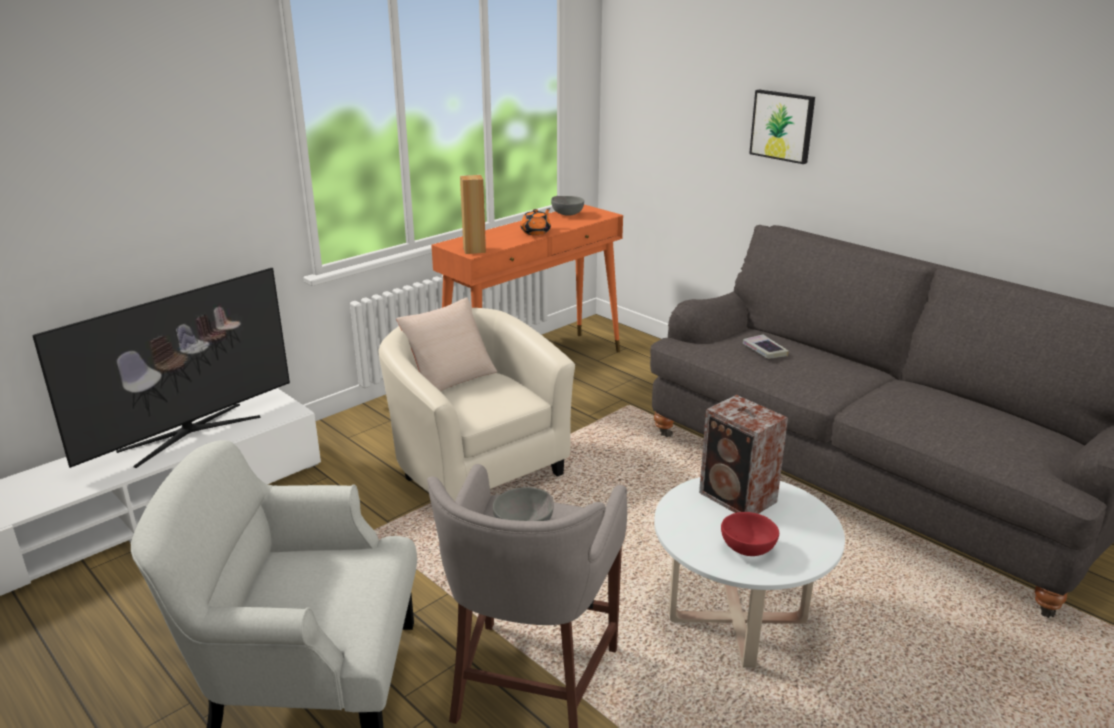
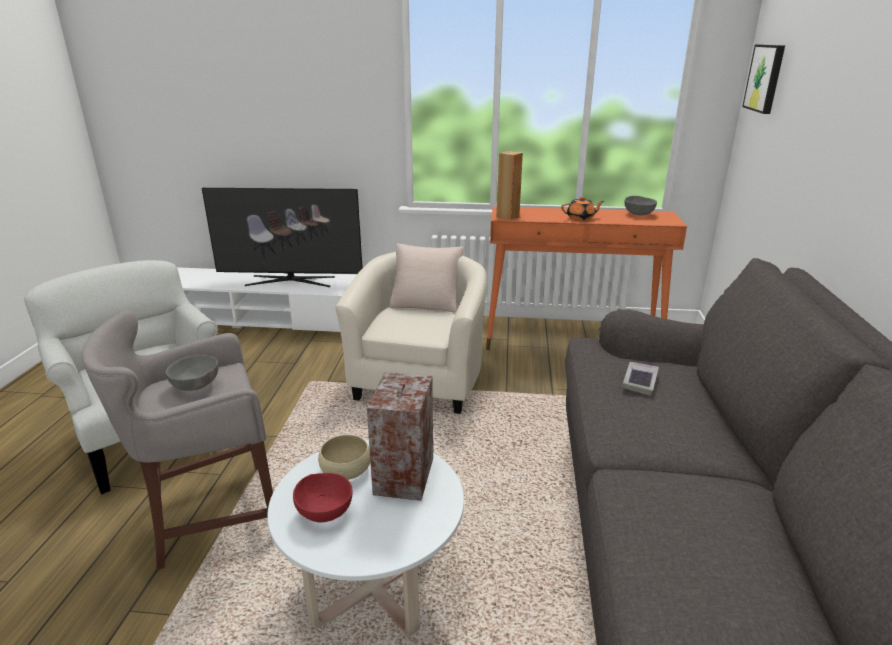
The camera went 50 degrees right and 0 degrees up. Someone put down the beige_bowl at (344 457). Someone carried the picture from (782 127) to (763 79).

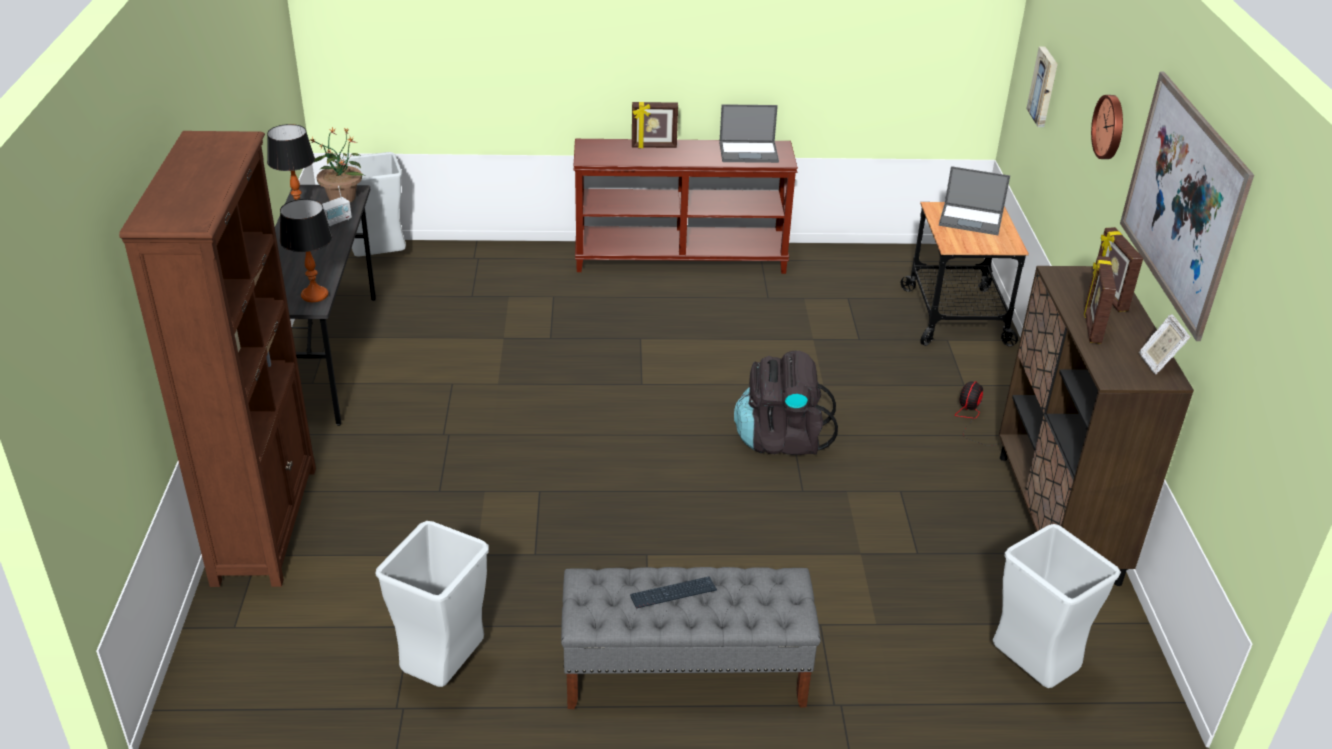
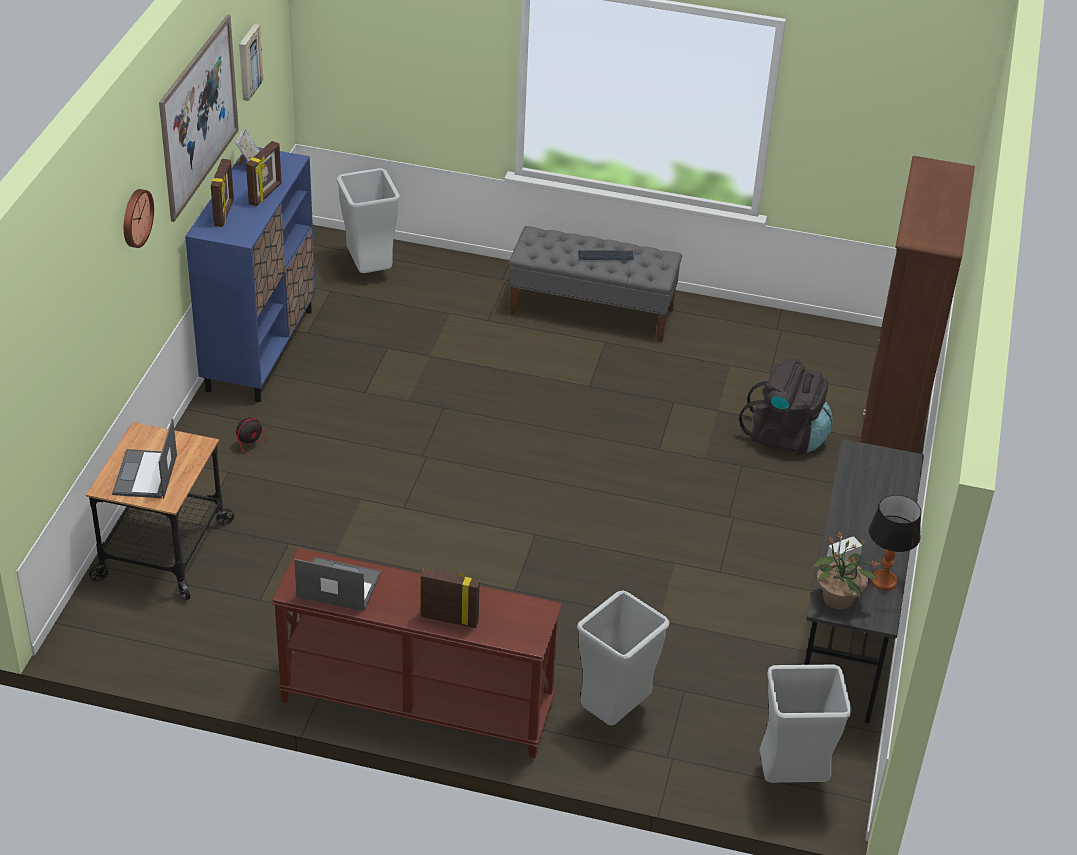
The camera went 165 degrees left and 5 degrees up. Someone rotated the laptop at (974 200) by 120 degrees counterclockwise. Someone repainted the brown_cabinet at (1096 426), which became the blue_cabinet at (250 274). Someone carried the picture from (1042 87) to (251 62). Someone carried the grey_trash_can from (432 604) to (623 658). Someone carried the black_backpack from (786 403) to (786 406). Someone took away the table_lamp at (306 250).

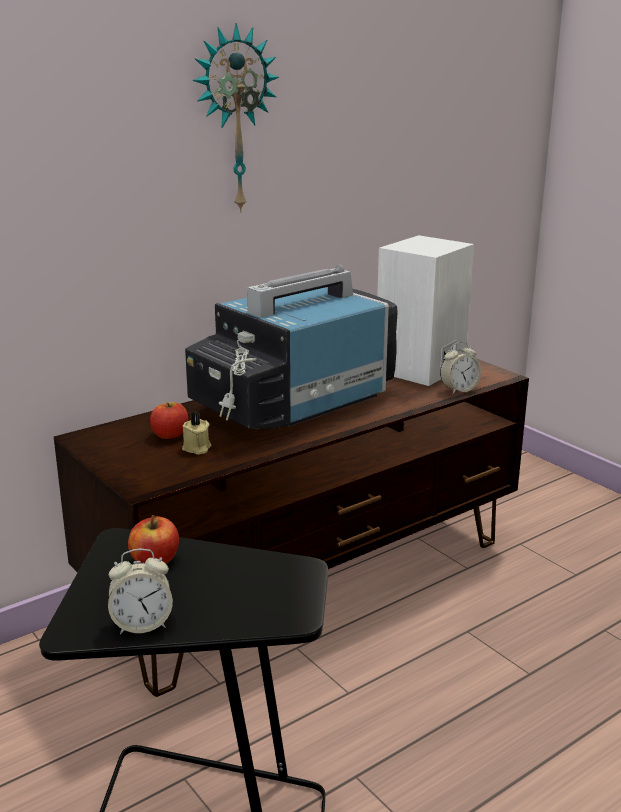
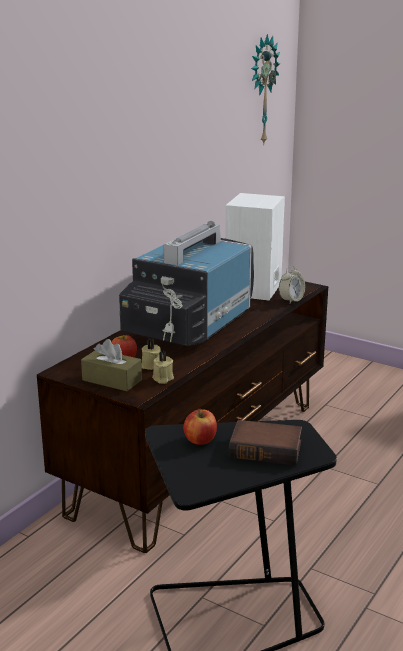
The camera went 20 degrees left and 0 degrees up. Someone put down the brown_tissue_box at (111 365). Someone put down the beige_candle at (163 367). Someone put down the book at (265 442). Someone carried the wall_clock from (236 118) to (265 88). Someone took away the alarm_clock at (140 591).

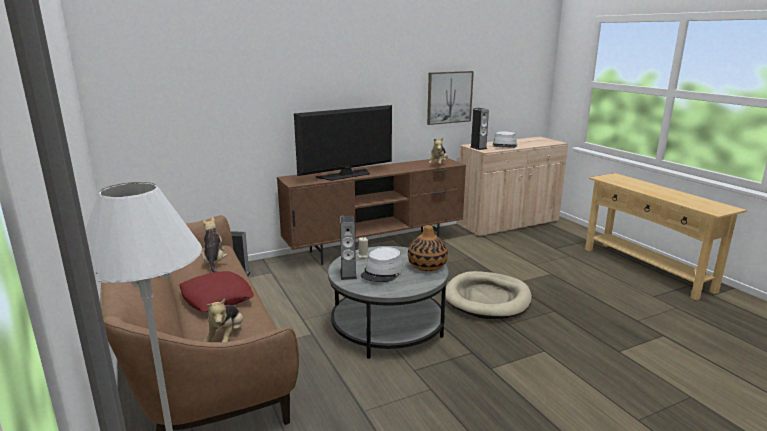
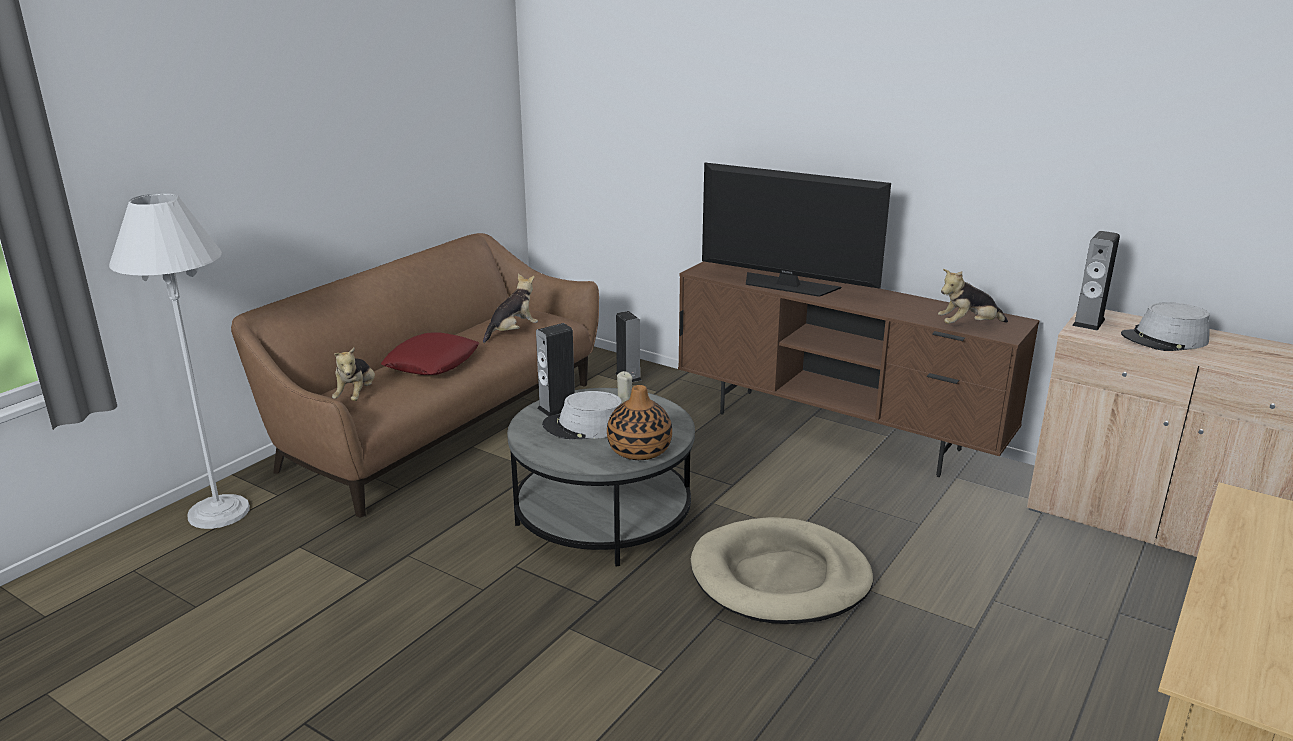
The camera went 60 degrees right and 5 degrees up. Someone rotated the plush_toy at (223 320) by 60 degrees counterclockwise. Someone took away the picture at (450 98).

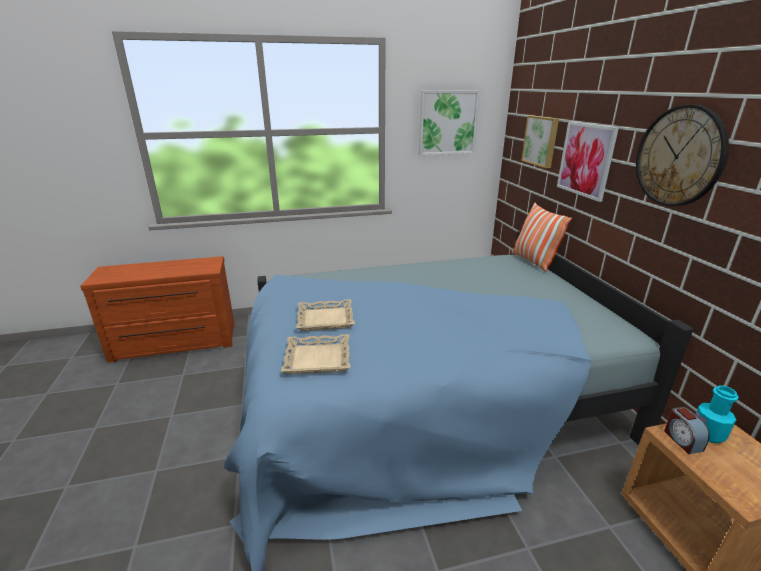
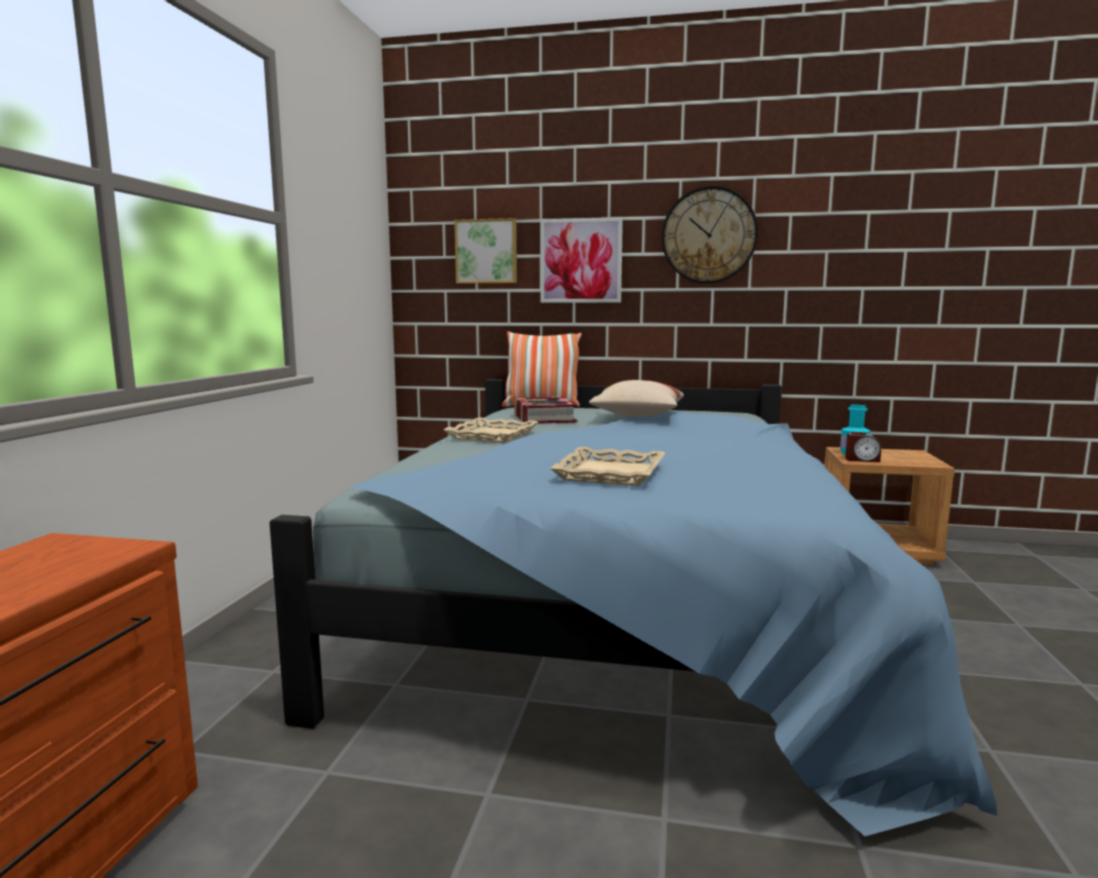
The camera went 65 degrees left and 15 degrees down. Someone carried the beige_tray from (315 354) to (491 430). Someone put down the book at (545 410). Someone put down the beige_pillow at (636 398). Someone took away the picture at (449 122).

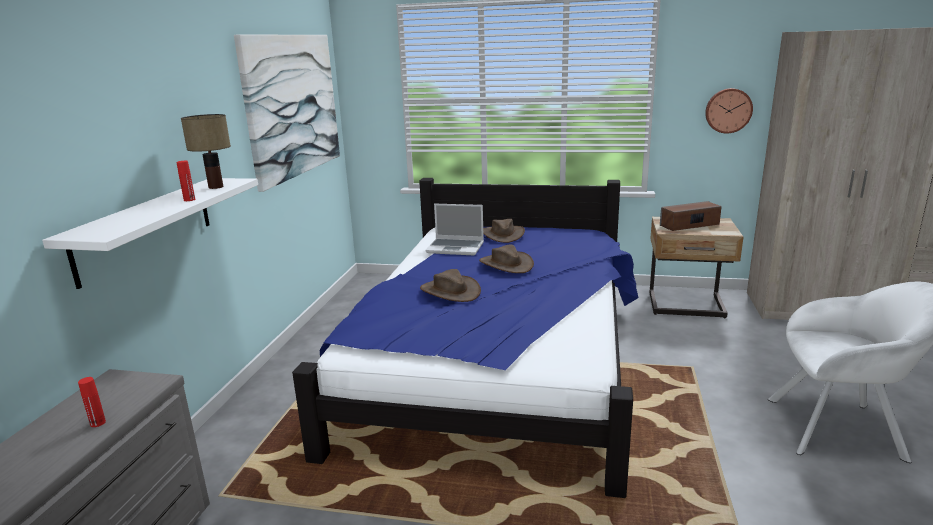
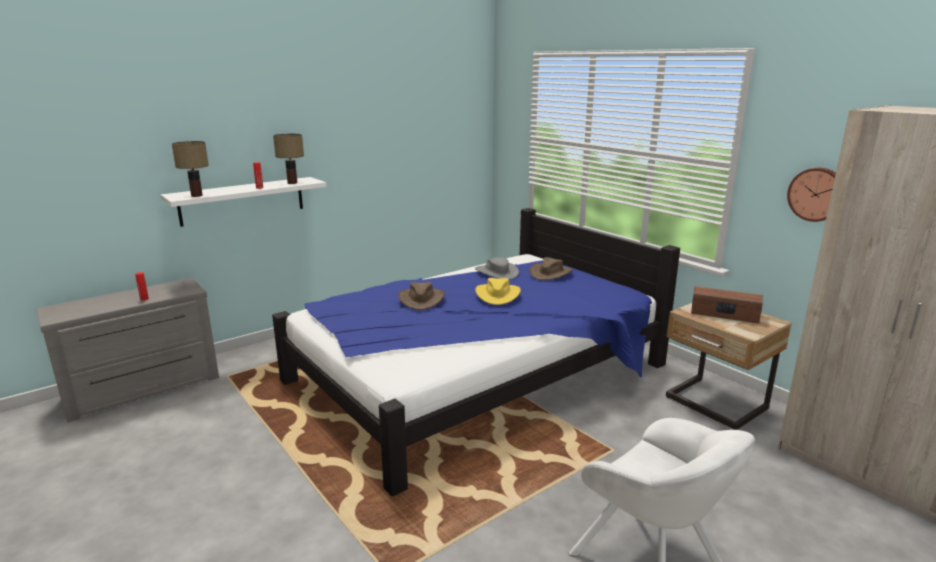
The camera went 40 degrees right and 0 degrees up. Someone put down the table_lamp at (190 169). Someone swapped the laptop at (455 230) for the grey_hat at (497 268). Someone repainted the brown_hat at (506 259), which became the yellow_hat at (498 291). Someone took away the picture at (287 113).

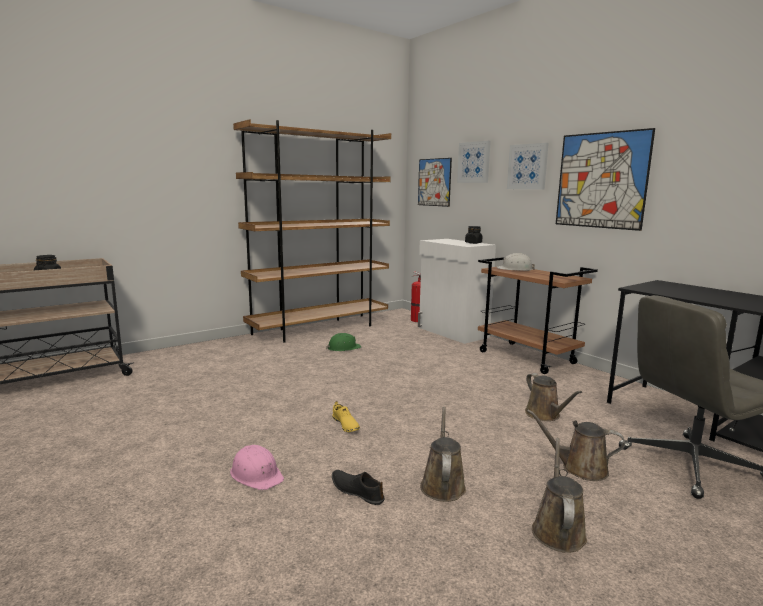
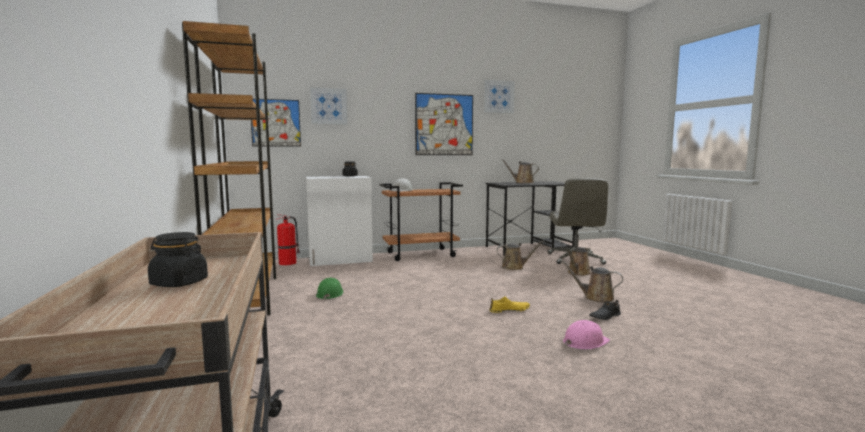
The camera went 70 degrees left and 5 degrees down. Someone carried the picture from (528 166) to (499 96). Someone carried the brown_watering_can from (559 495) to (520 171).

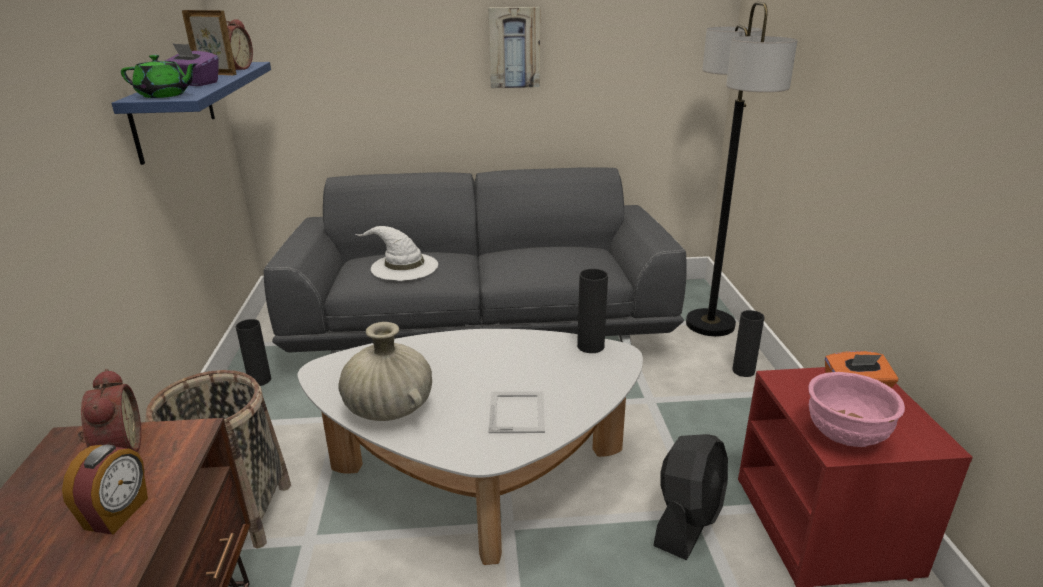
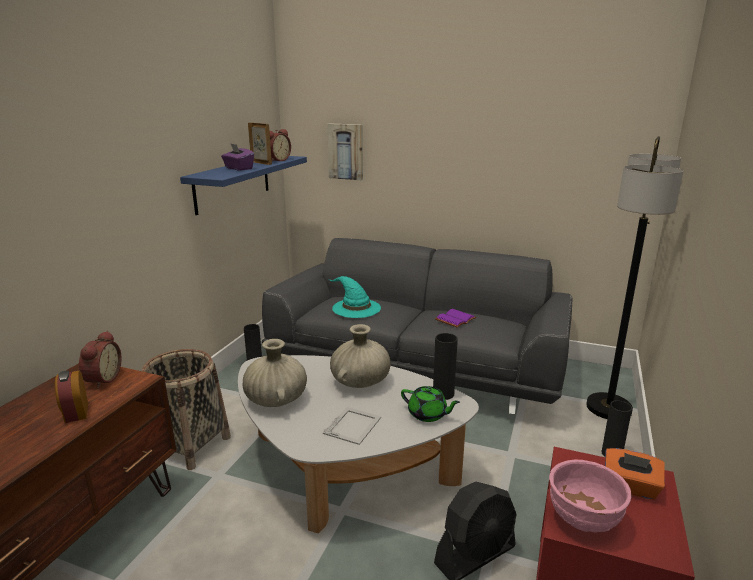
The camera went 25 degrees right and 5 degrees down. Someone rotated the alarm_clock at (105 489) by 120 degrees clockwise. Someone carried the picture from (514 47) to (345 151). Someone repainted the white_hat at (396 253), which became the turquoise_hat at (355 297). Someone put down the beige_vase at (360 356). Someone carried the green_teapot from (159 76) to (430 404). Someone put down the purple_book at (455 318).

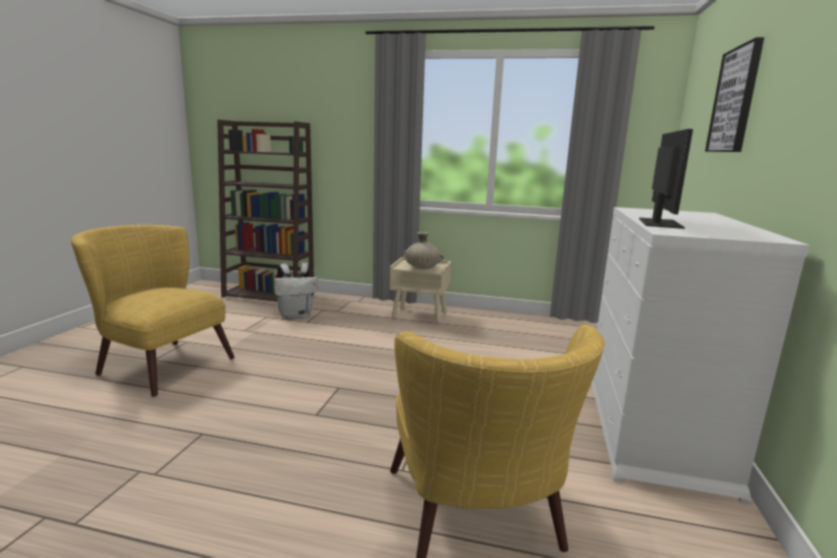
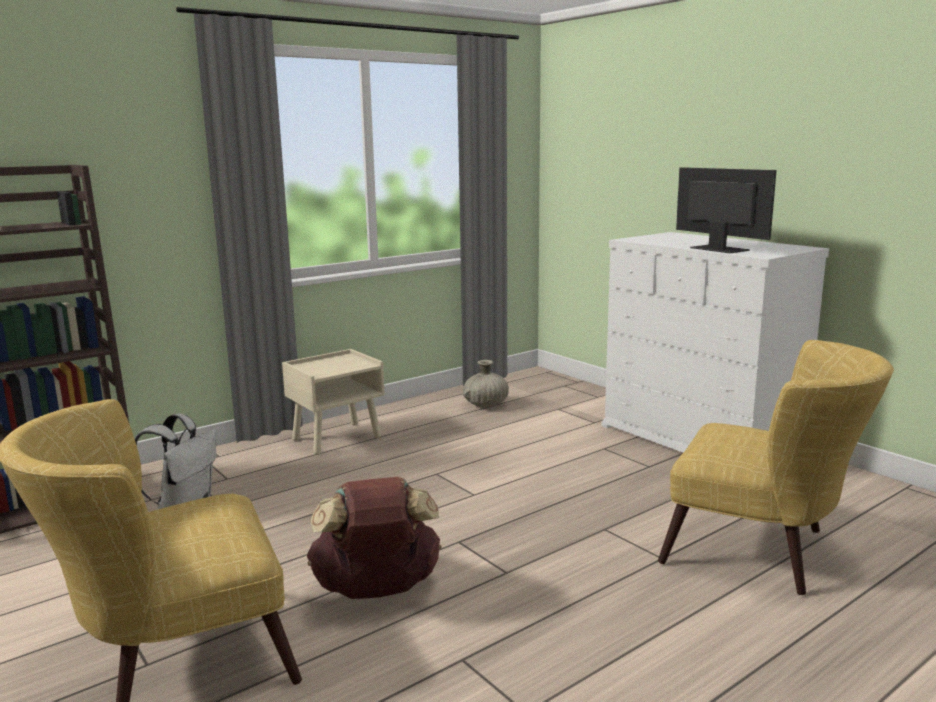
The camera went 50 degrees left and 0 degrees up. Someone put down the brown_backpack at (374 538). Someone carried the beige_vase from (423 250) to (486 384). Someone took away the picture at (734 94).

